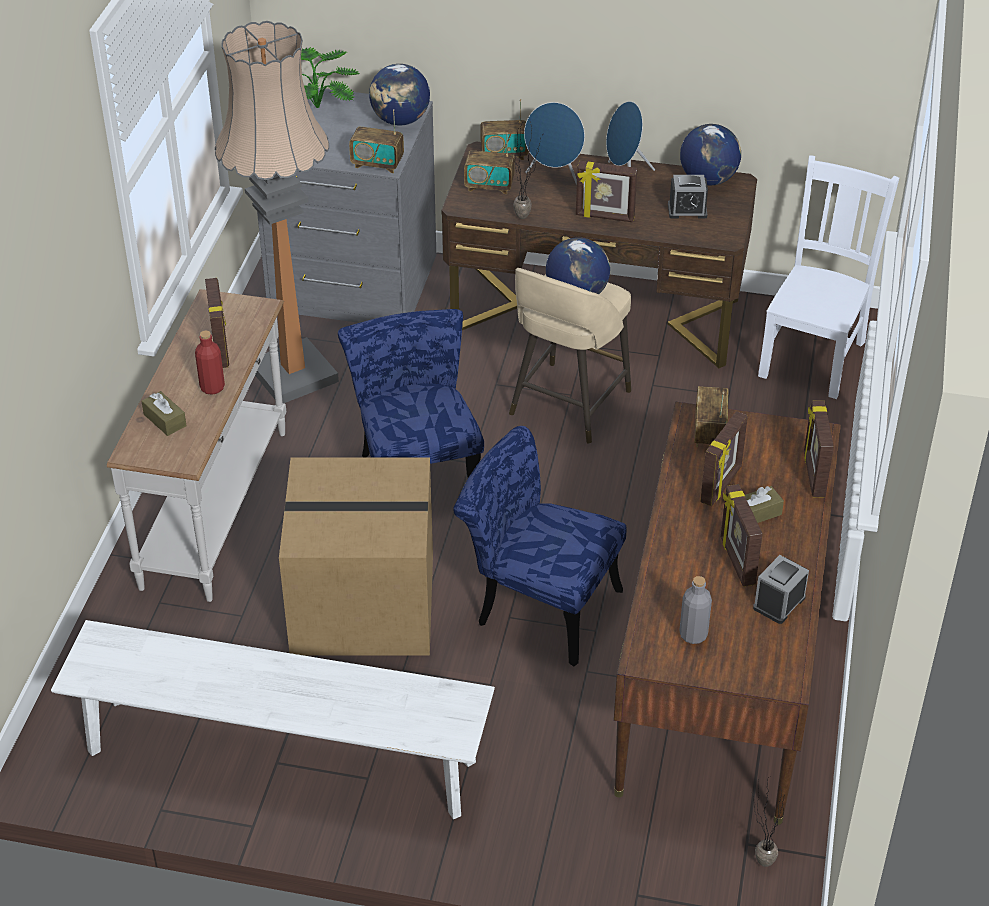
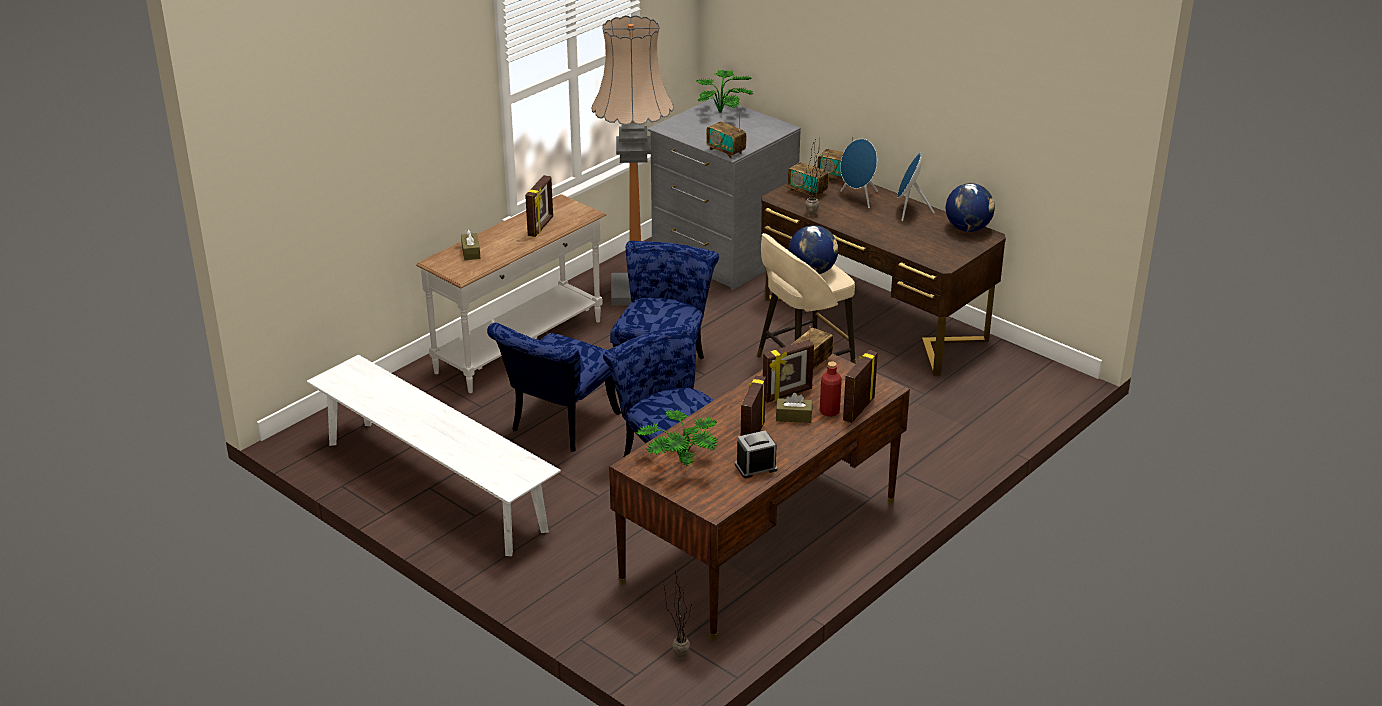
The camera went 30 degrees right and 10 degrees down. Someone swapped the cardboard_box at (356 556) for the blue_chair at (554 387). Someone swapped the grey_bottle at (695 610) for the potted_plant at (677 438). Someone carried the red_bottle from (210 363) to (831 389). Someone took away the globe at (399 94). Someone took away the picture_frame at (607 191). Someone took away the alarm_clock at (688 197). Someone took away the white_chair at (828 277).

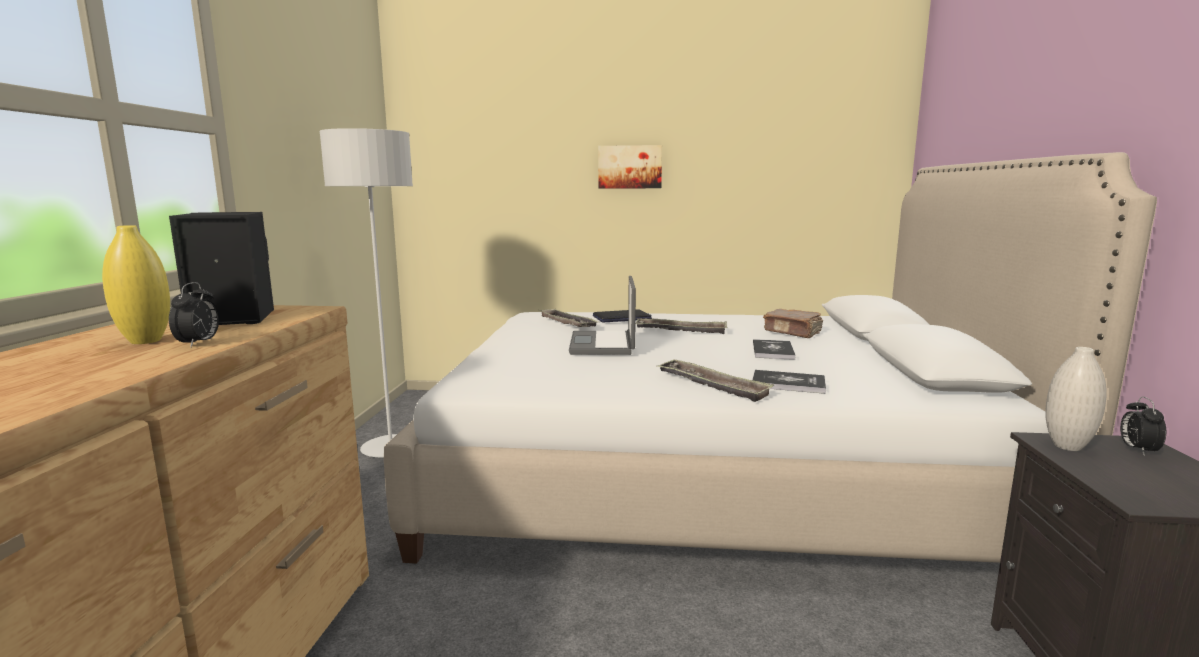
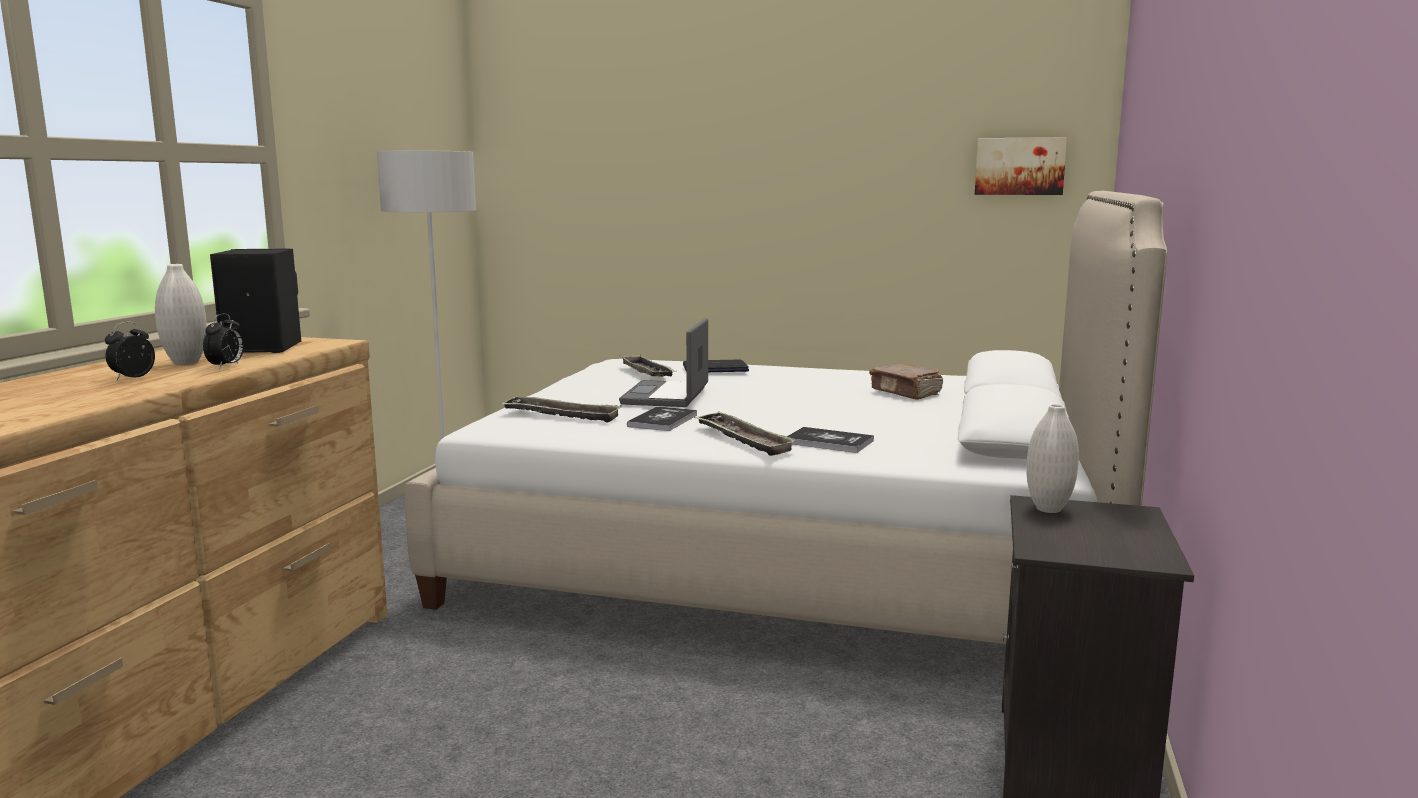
The camera went 10 degrees right and 0 degrees up. Someone carried the alarm_clock from (1143 426) to (130 351). Someone repainted the yellow_vase at (136 284), which became the white_vase at (181 314). Someone carried the tray from (681 326) to (562 409). Someone carried the book from (774 349) to (662 418). Someone carried the picture from (630 167) to (1021 166).

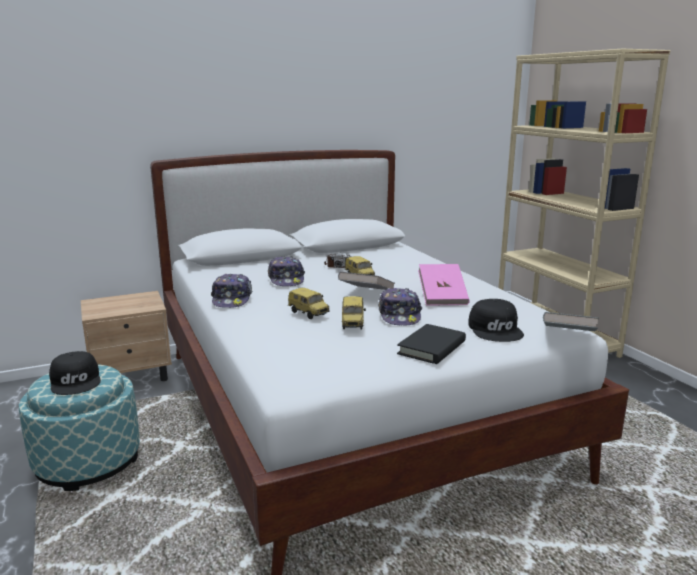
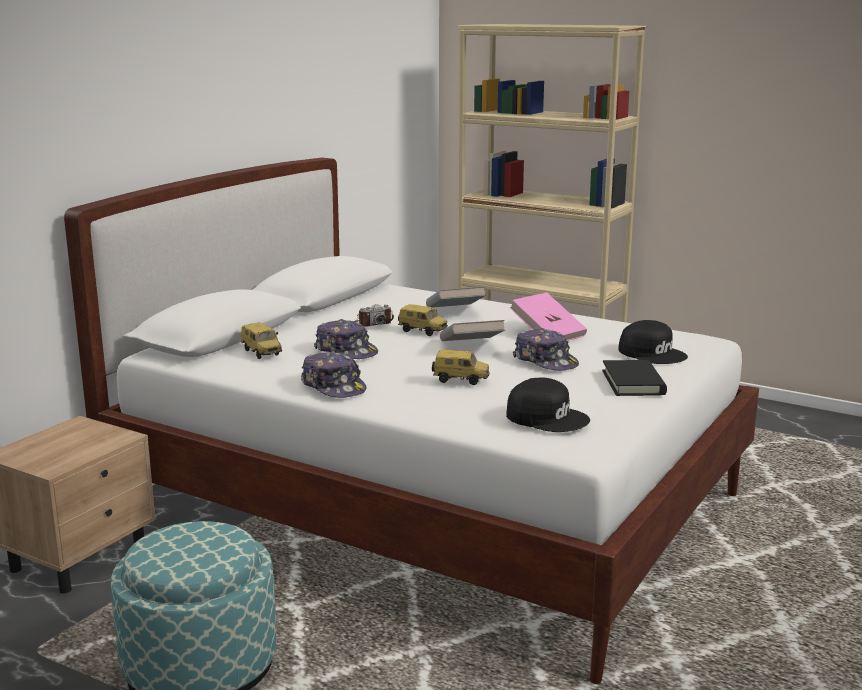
The camera went 35 degrees left and 0 degrees up. Someone carried the toy_car from (354 313) to (261 341). Someone carried the grey_book from (571 321) to (456 297). Someone carried the black_cap from (75 373) to (548 404).

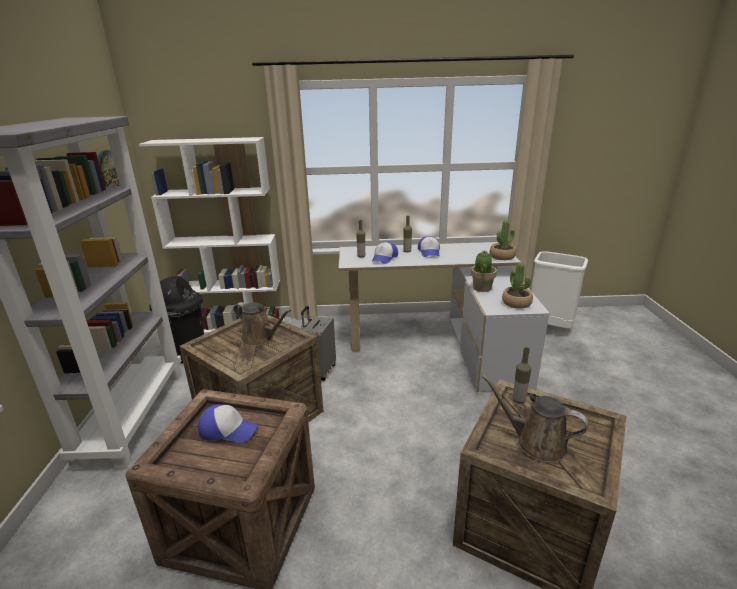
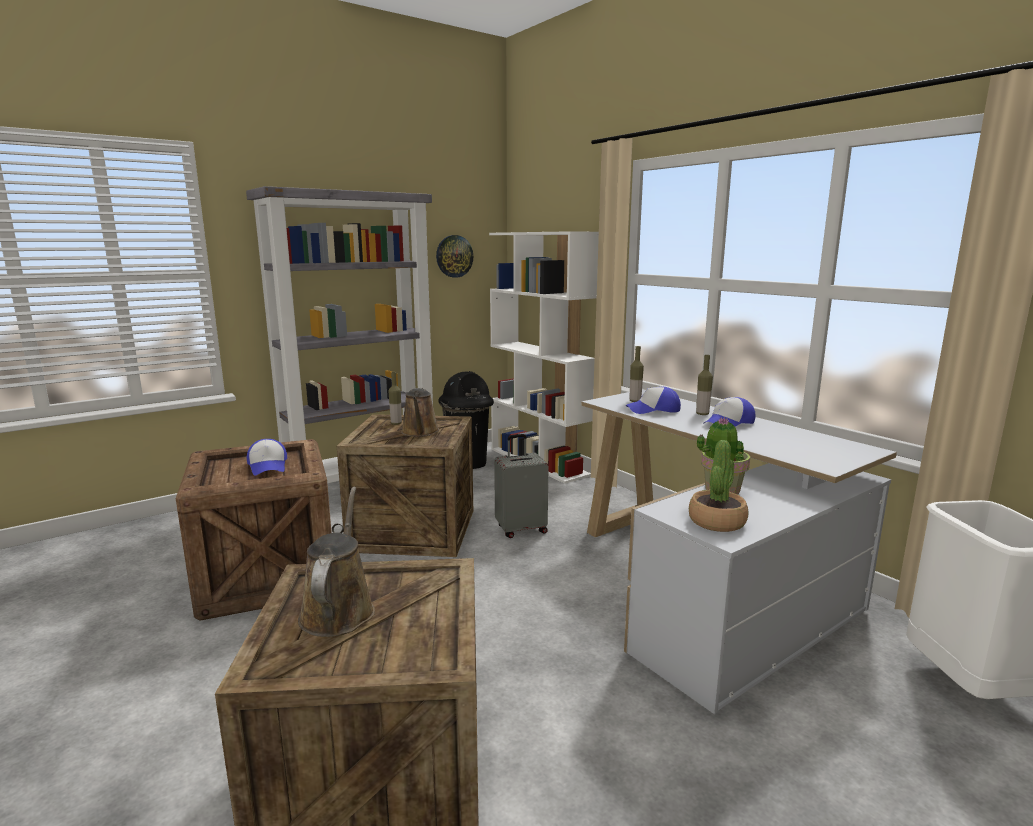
The camera went 55 degrees right and 10 degrees down. Someone carried the bottle from (522 375) to (395 398). Someone took away the potted_plant at (503 239).

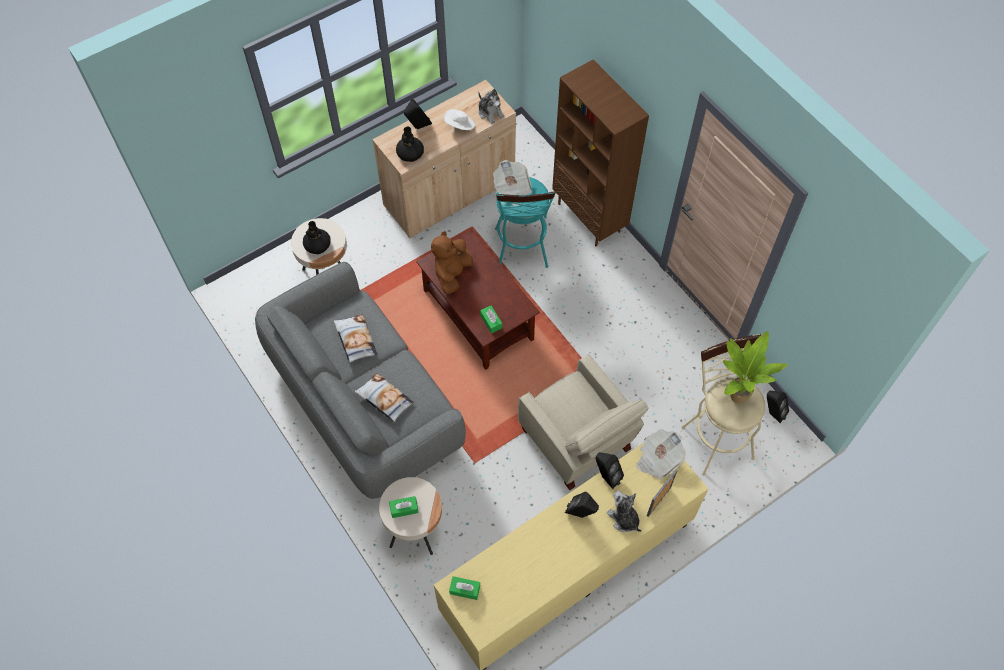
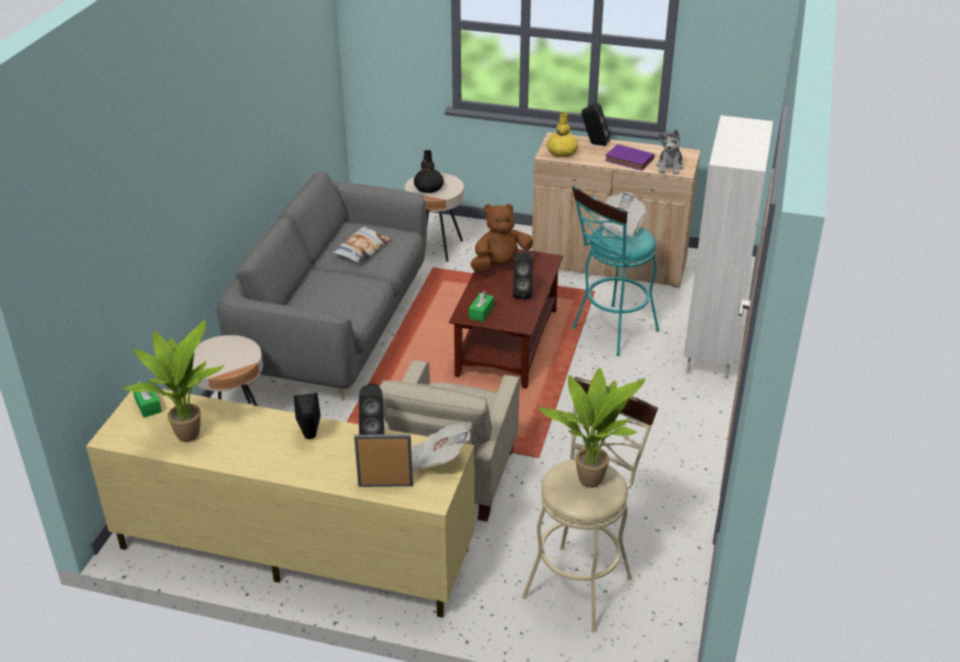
The camera went 50 degrees right and 25 degrees down. Someone put down the potted_plant at (173 380). Someone carried the black_speaker from (778 407) to (523 275). Someone repainted the black_vase at (410 144), which became the yellow_vase at (562 134). Someone swapped the white_hat at (459 119) for the purple_book at (629 157). Someone repainted the brown_bookcase at (600 152), which became the white_bookcase at (728 247). Someone took away the pillow at (384 397). Someone took away the green_tissue_box at (403 507). Someone took away the plush_toy at (624 511).

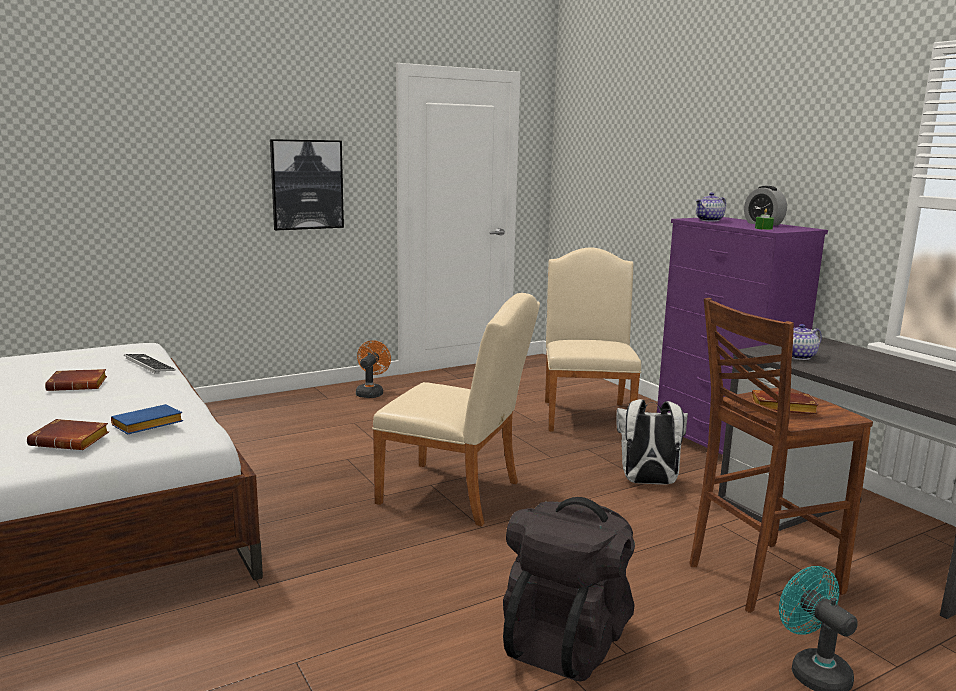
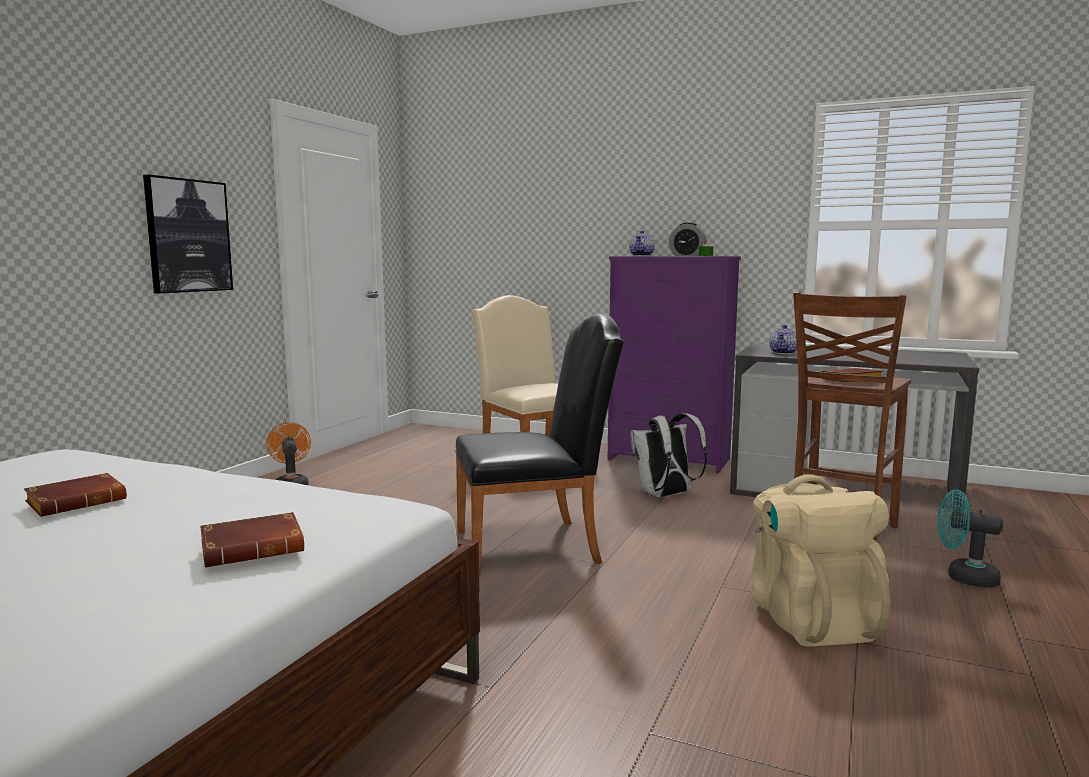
The camera went 35 degrees left and 5 degrees down. Someone repainted the beige_chair at (456 409), which became the black_chair at (539 444). Someone repainted the black_backpack at (569 589), which became the beige_backpack at (821 560). Someone took away the blue_book at (147 419). Someone took away the keyboard at (150 364).

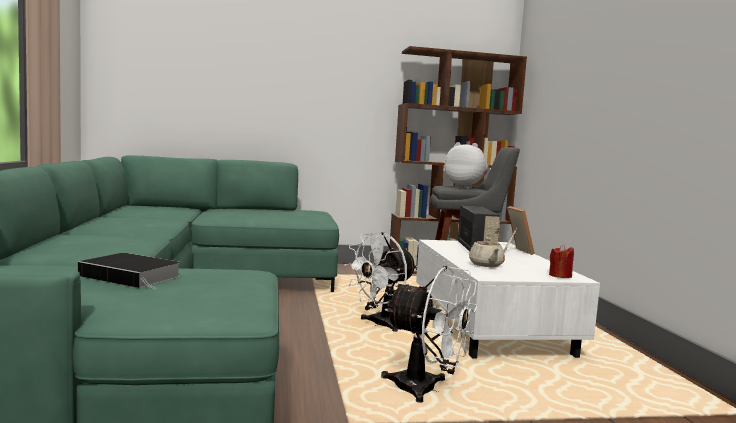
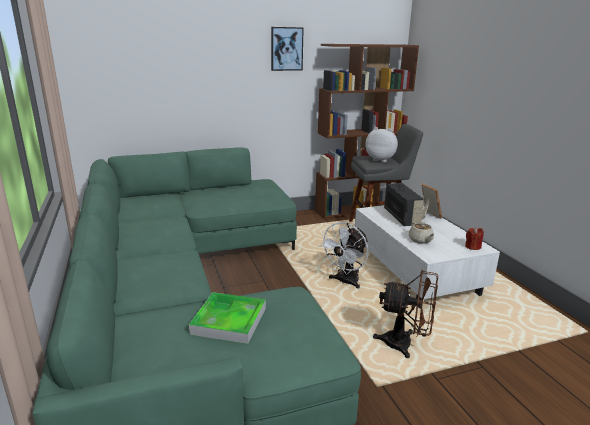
The camera went 10 degrees left and 15 degrees up. Someone swapped the book at (129 271) for the tray at (227 318). Someone put up the picture at (287 49). Someone repainted the white_fan at (429 334), which became the brown_fan at (405 314).

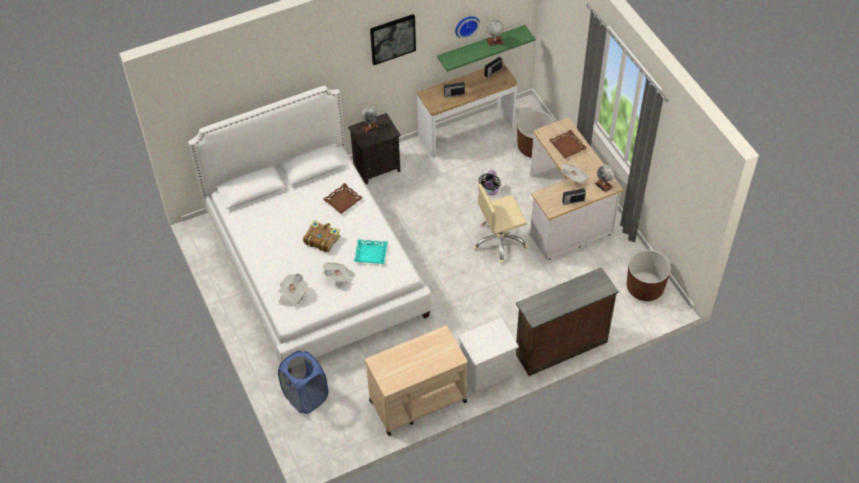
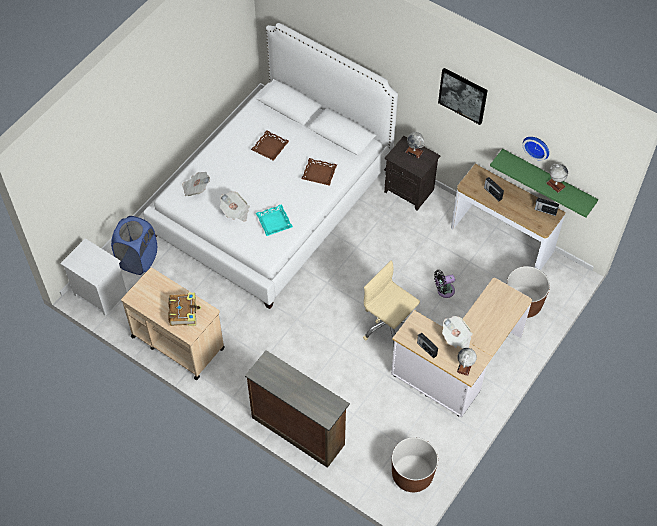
The camera went 60 degrees right and 5 degrees up. Someone carried the white_nightstand from (488 357) to (93 277). Someone carried the book from (321 236) to (185 309). Someone carried the brown_tray from (568 144) to (270 145).

